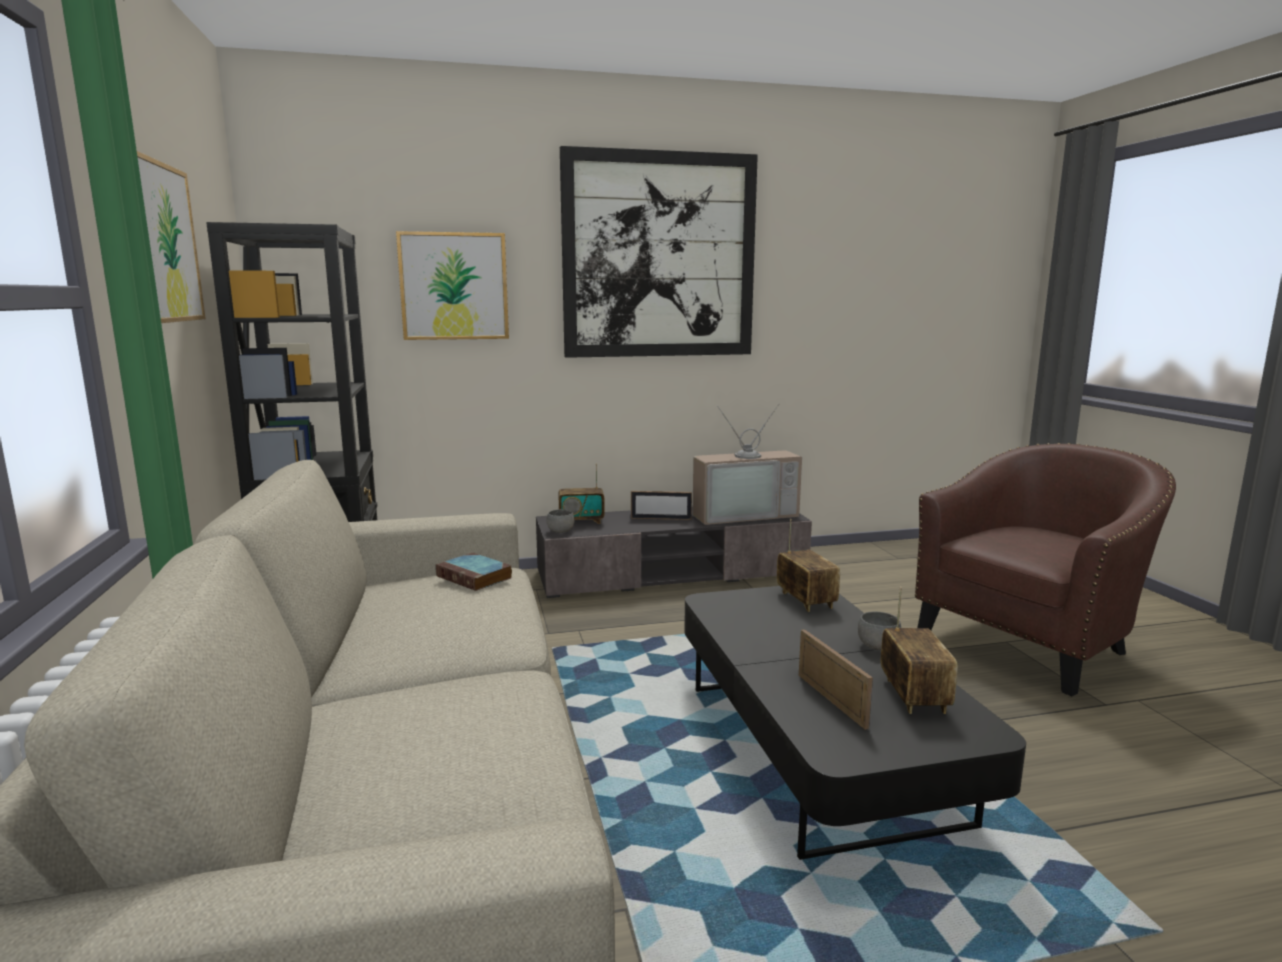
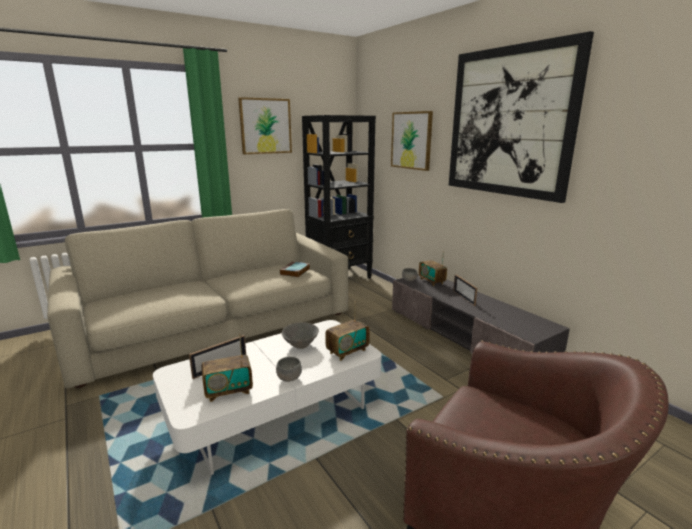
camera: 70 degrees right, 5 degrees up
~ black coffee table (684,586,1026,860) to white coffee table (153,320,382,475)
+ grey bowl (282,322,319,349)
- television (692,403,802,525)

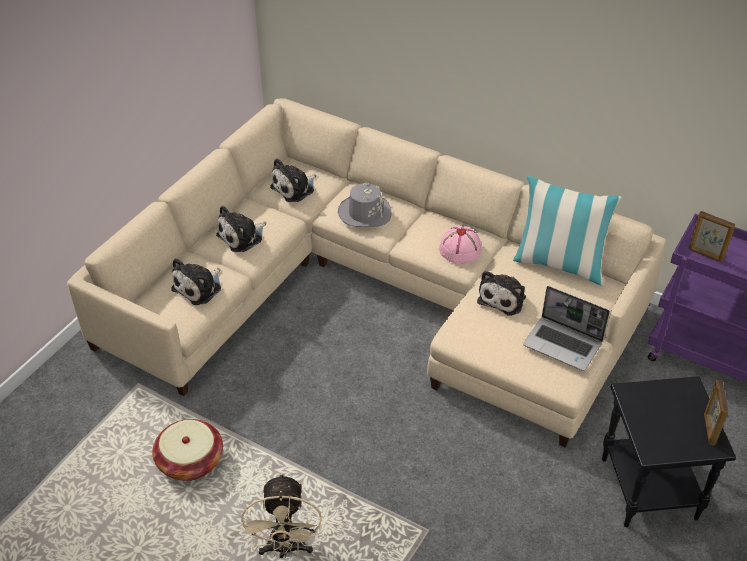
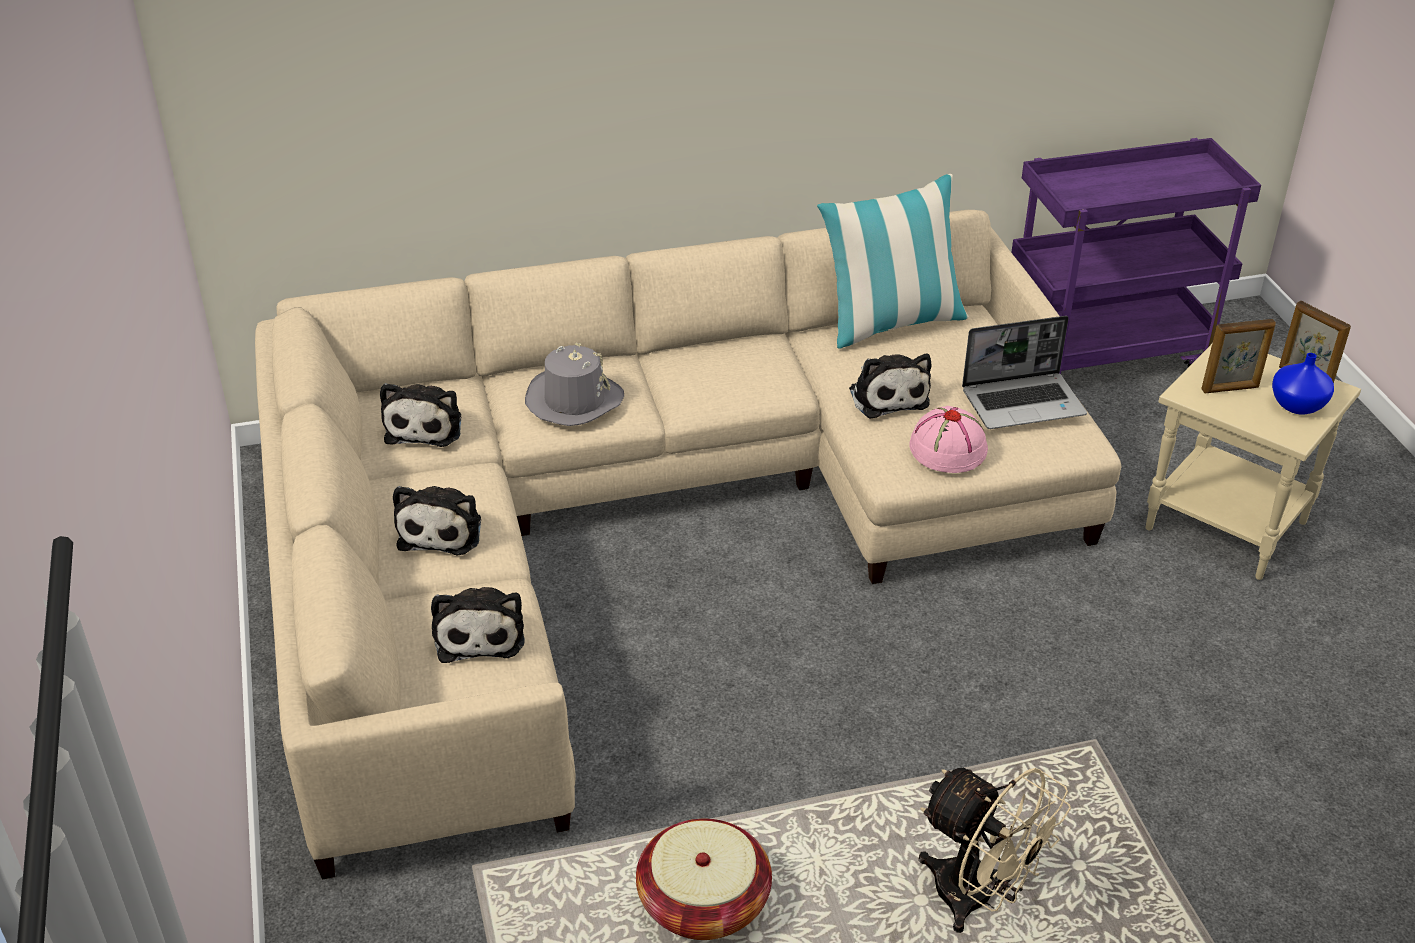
camera: 45 degrees left, 5 degrees down
~ pink hat (439,225,482,264) to (909,406,988,473)
~ black side table (602,376,736,527) to beige side table (1146,344,1361,580)
~ picture frame (689,211,736,262) to (1201,319,1276,393)
+ blue vase (1272,353,1334,415)

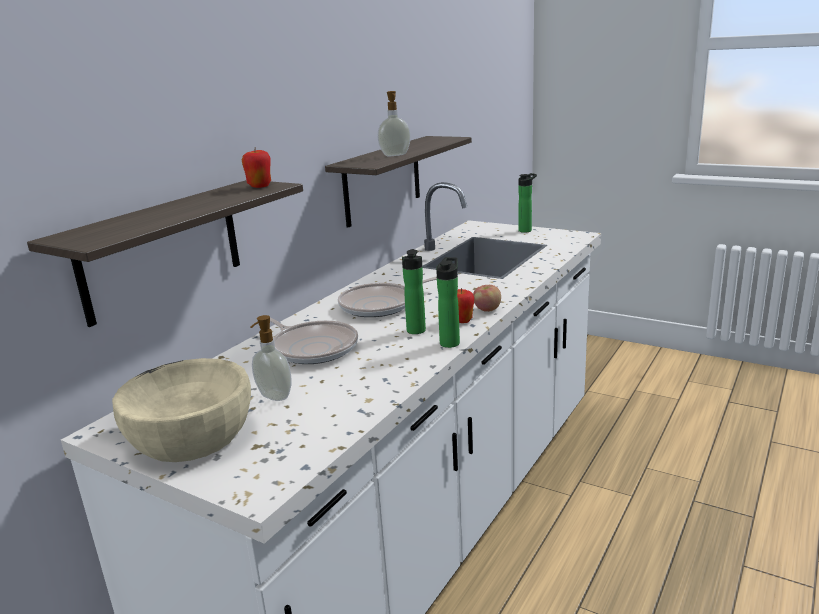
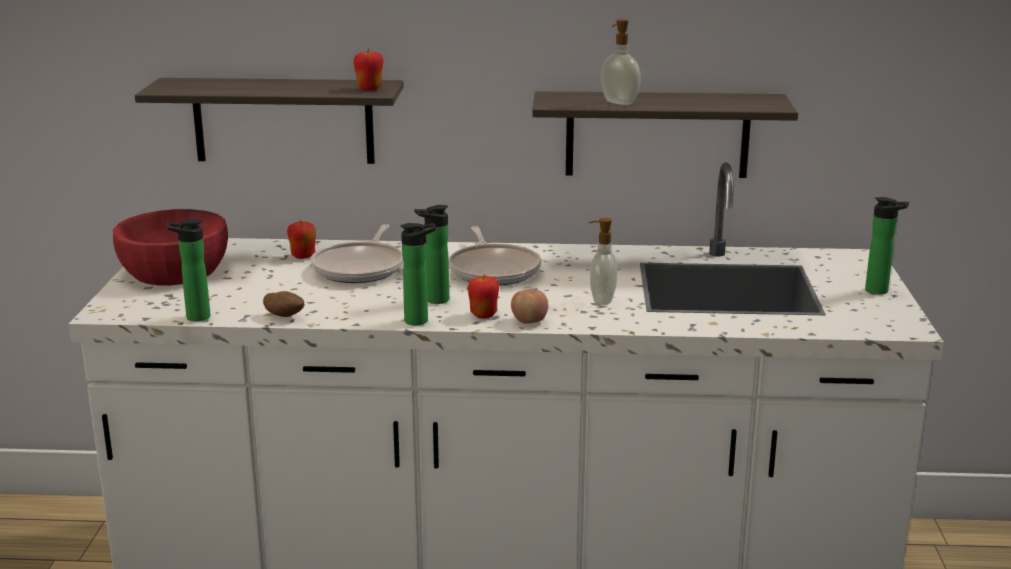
camera: 60 degrees right, 0 degrees up
~ beige bowl (112,358,251,462) to red bowl (113,209,228,286)
+ bottle (167,219,210,321)
+ potato (263,291,305,317)
+ apple (287,220,316,259)
~ frying pan (338,276,437,317) = (449,226,541,285) 135 degrees counterclockwise
~ soap dispenser (250,315,292,401) to (589,218,618,305)

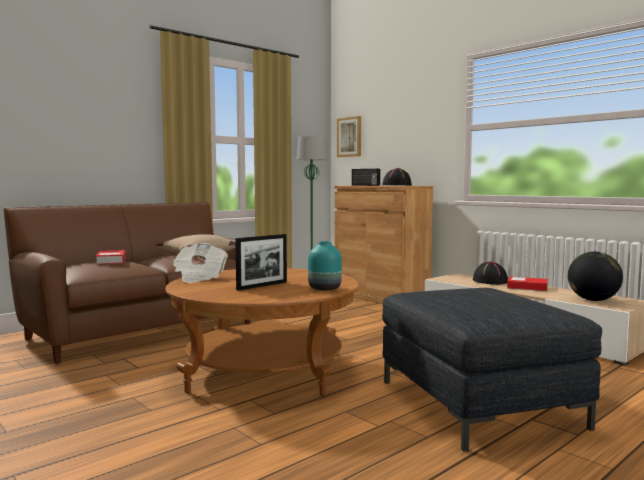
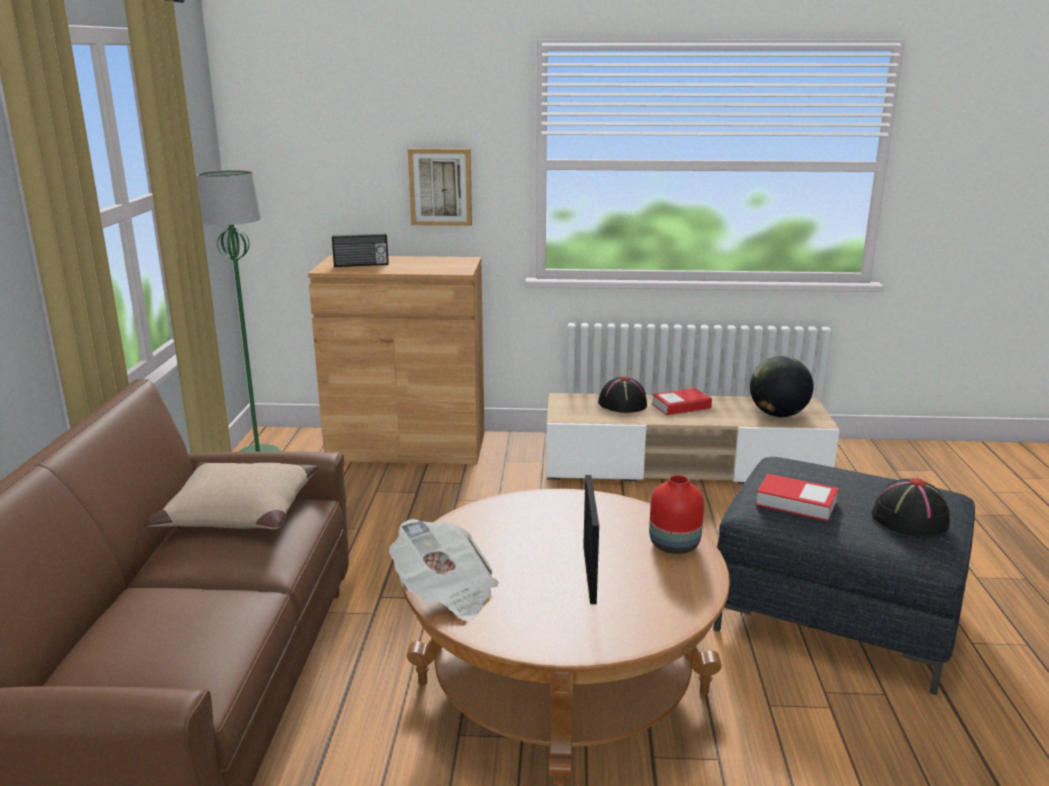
camera: 45 degrees left, 15 degrees up
~ picture (337,116,361,157) to (408,149,472,226)
~ turquoise vase (308,241,342,290) to red vase (649,475,704,554)
~ book (96,250,126,265) to (756,474,839,521)
~ black hat (382,168,412,186) to (871,478,950,536)

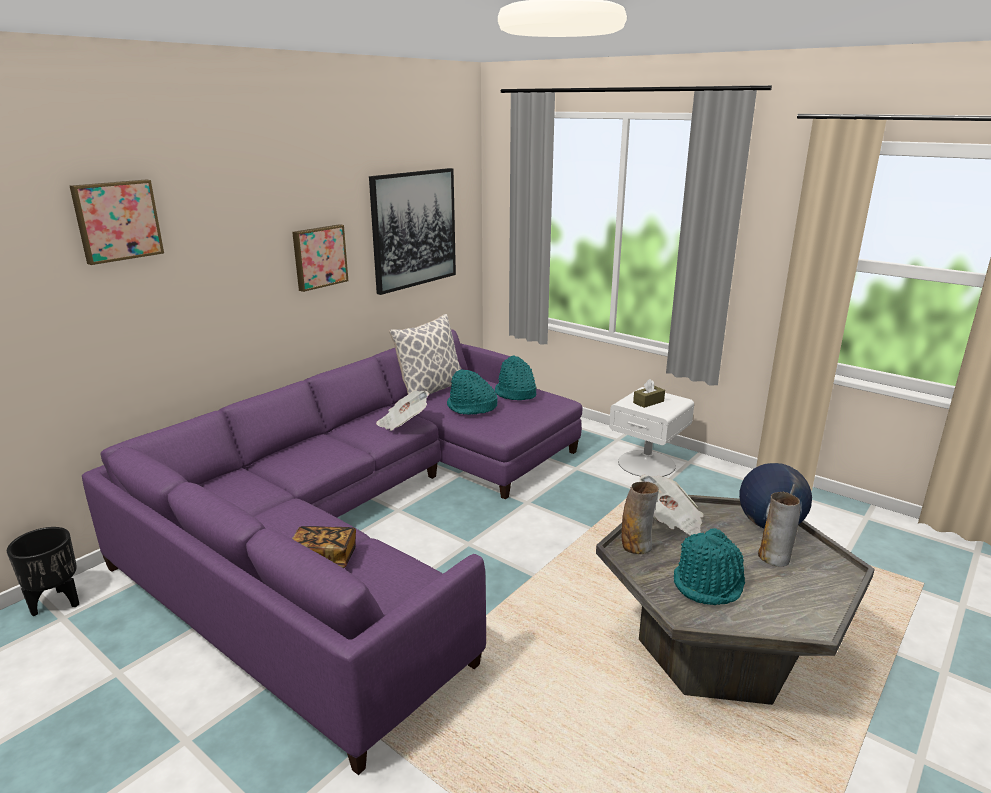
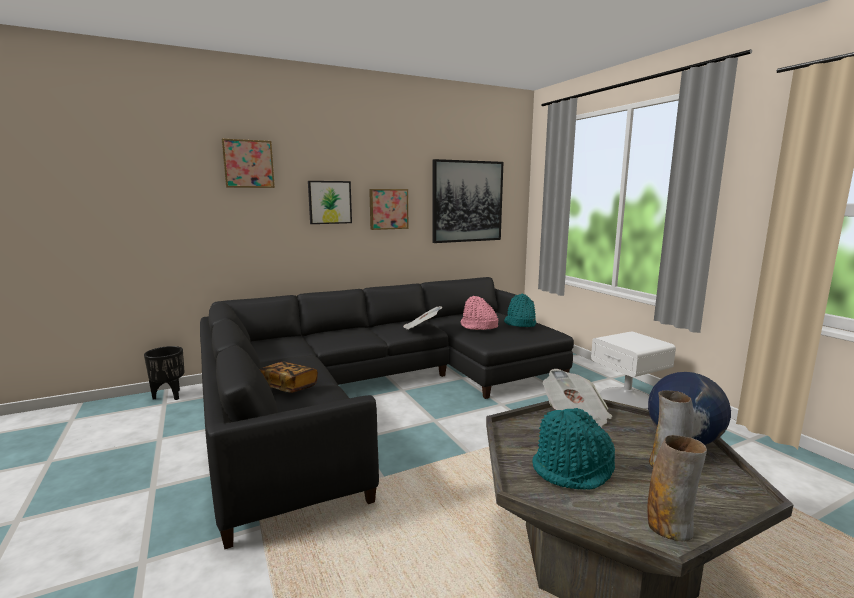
camera: 25 degrees right, 10 degrees down
~ purple sofa (82,330,582,775) to black sofa (200,277,574,549)
+ picture (308,181,352,224)
~ turquoise hat (447,369,498,415) to pink hat (460,296,498,330)
~ vase (622,482,659,554) to (647,435,707,542)
- pillow (389,314,461,395)
- brown tissue box (633,379,665,408)

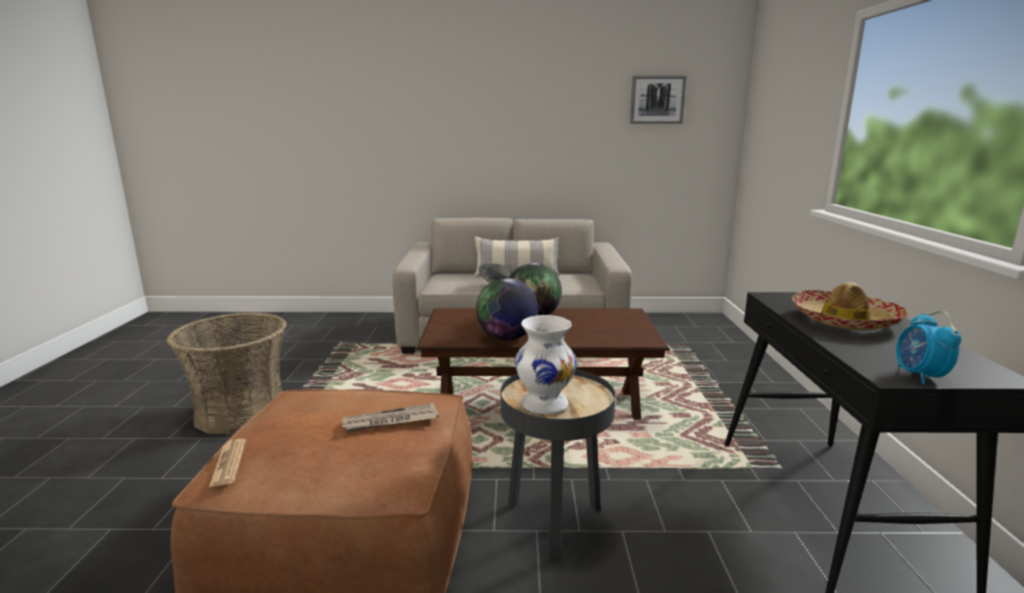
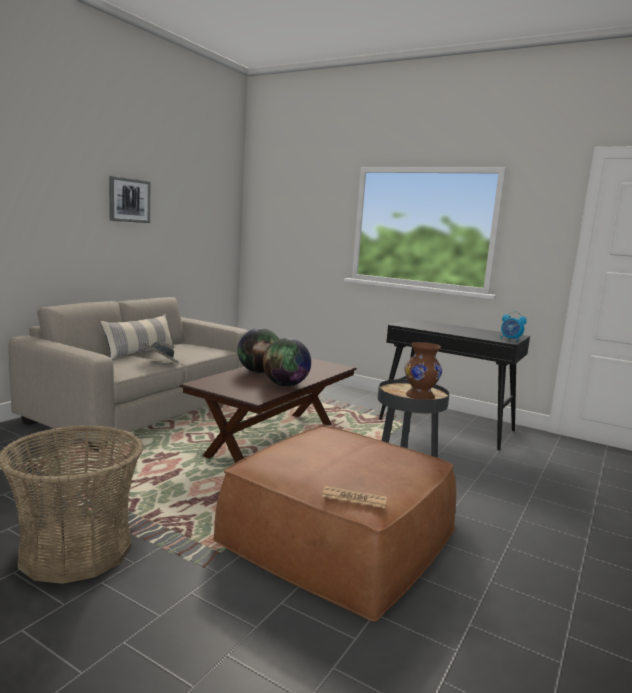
camera: 60 degrees left, 5 degrees down
~ picture (630,75,687,124) to (109,176,150,223)
~ white vase (515,315,577,414) to brown vase (404,342,442,400)
- newspaper (342,403,439,432)
- hat (792,282,909,331)

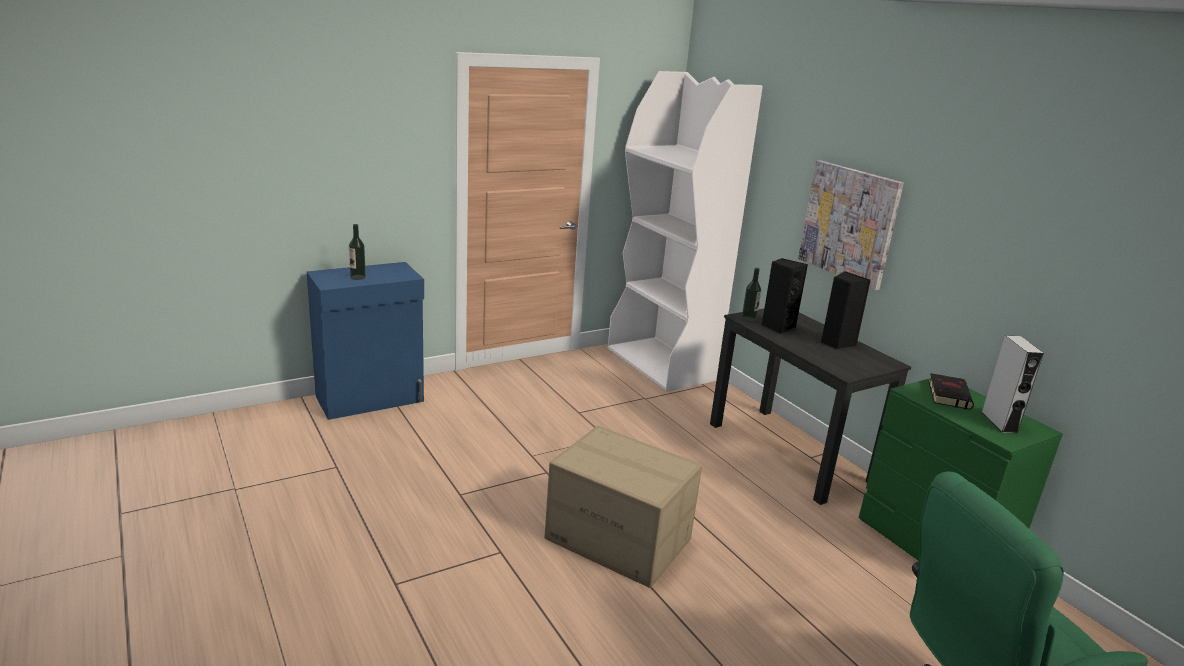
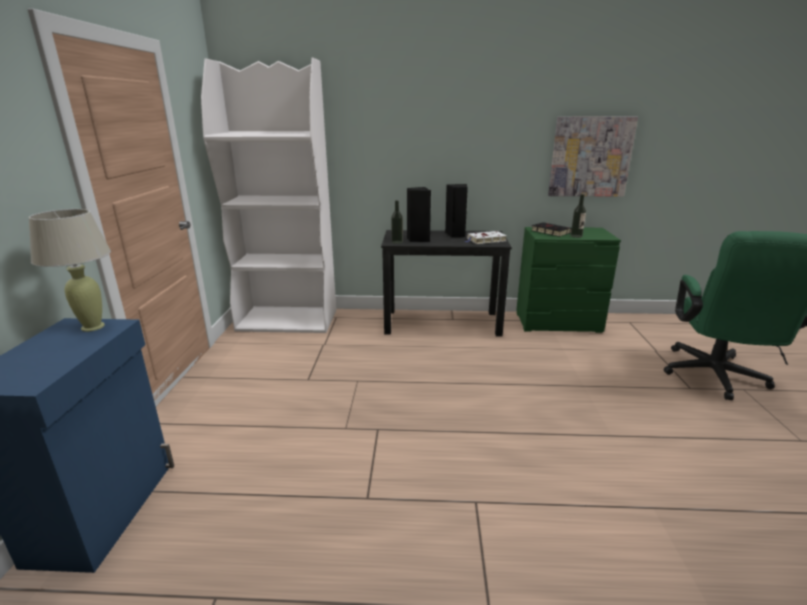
camera: 55 degrees left, 0 degrees up
+ beige table lamp (29,209,111,332)
+ white book (465,231,507,244)
~ picture (798,160,904,290) to (548,116,638,197)
~ bottle (349,224,366,280) to (571,194,586,238)
- cardboard box (544,426,702,588)
- grey speaker (981,335,1044,434)

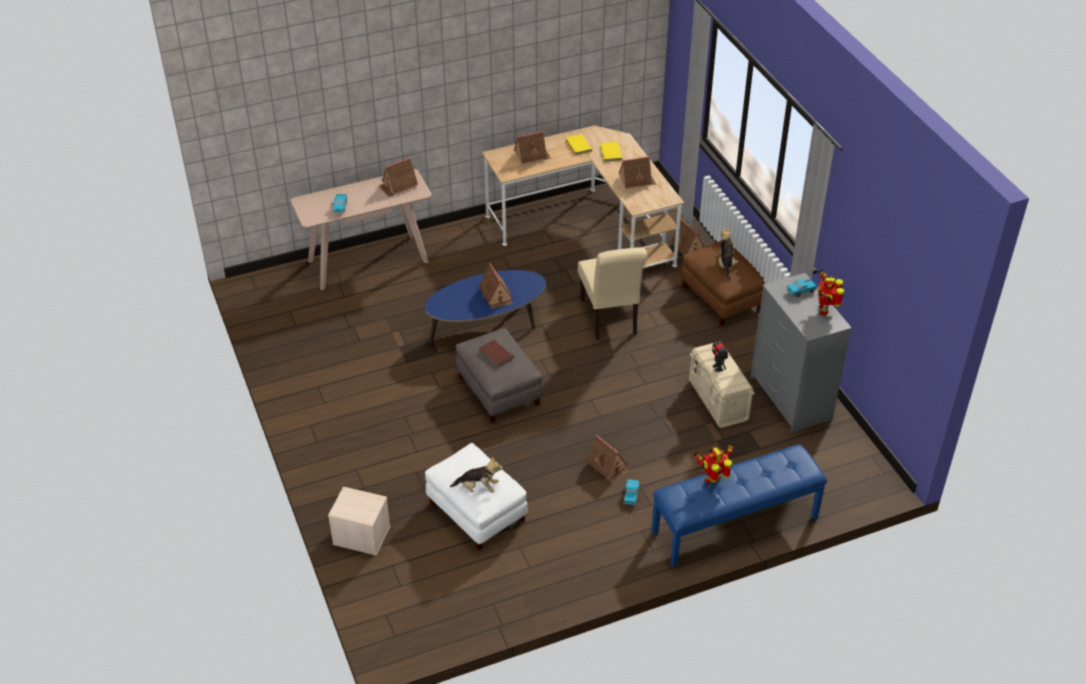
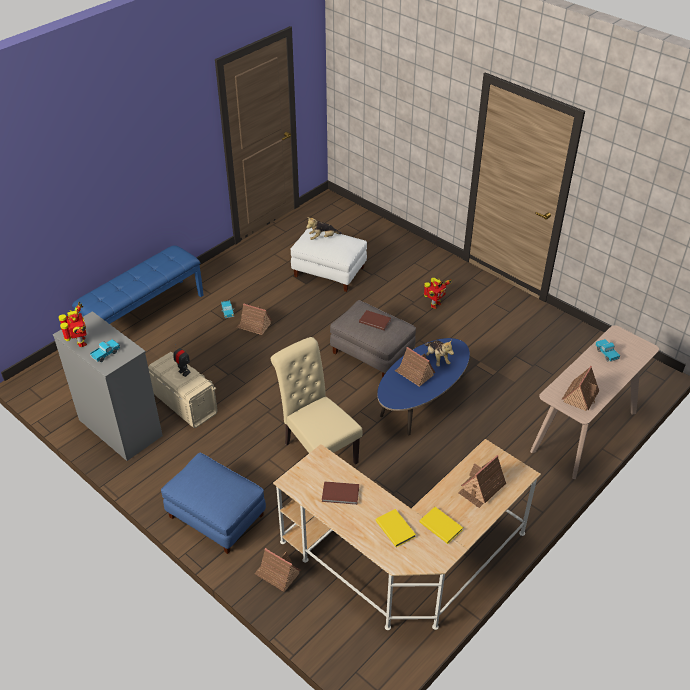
camera: 155 degrees right, 0 degrees up
~ brown ottoman (681,240,765,326) to blue ottoman (161,452,266,554)
~ toy house (619,156,656,189) to brown book (322,481,359,505)
~ toy robot (694,442,734,484) to (424,278,452,309)
~ plush toy (719,227,738,280) to (424,340,454,367)
- beige storage box (328,487,391,555)

